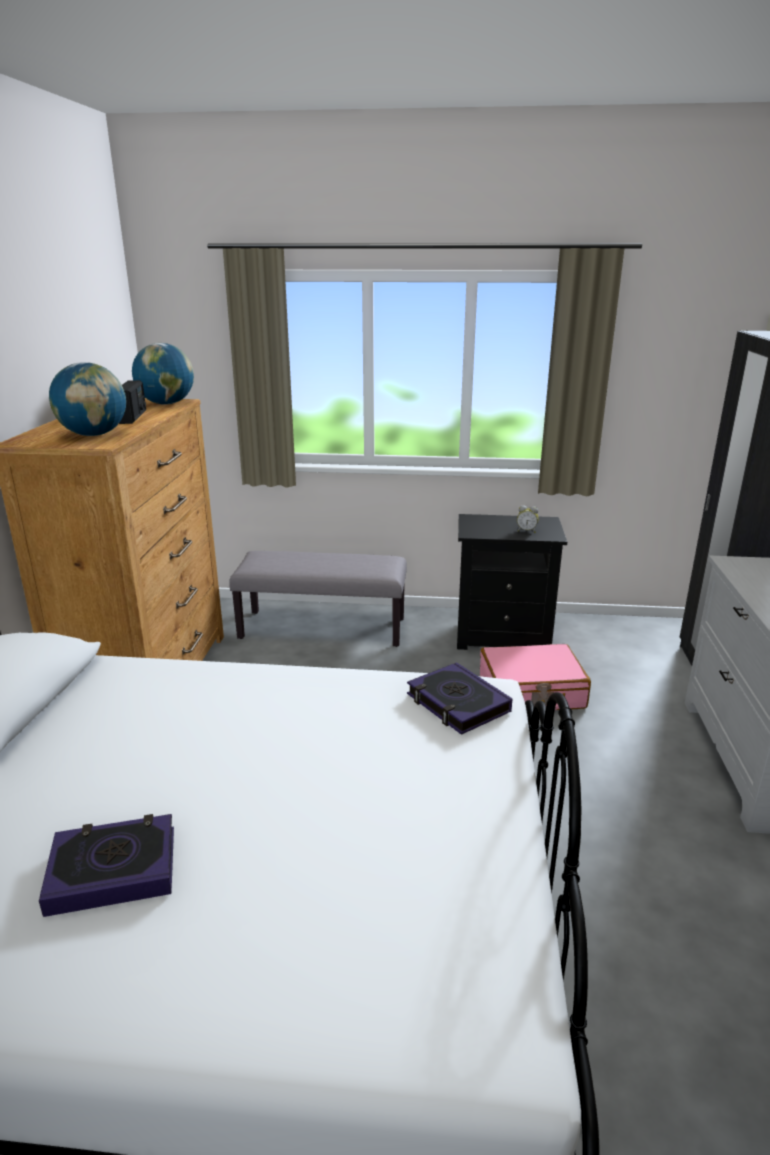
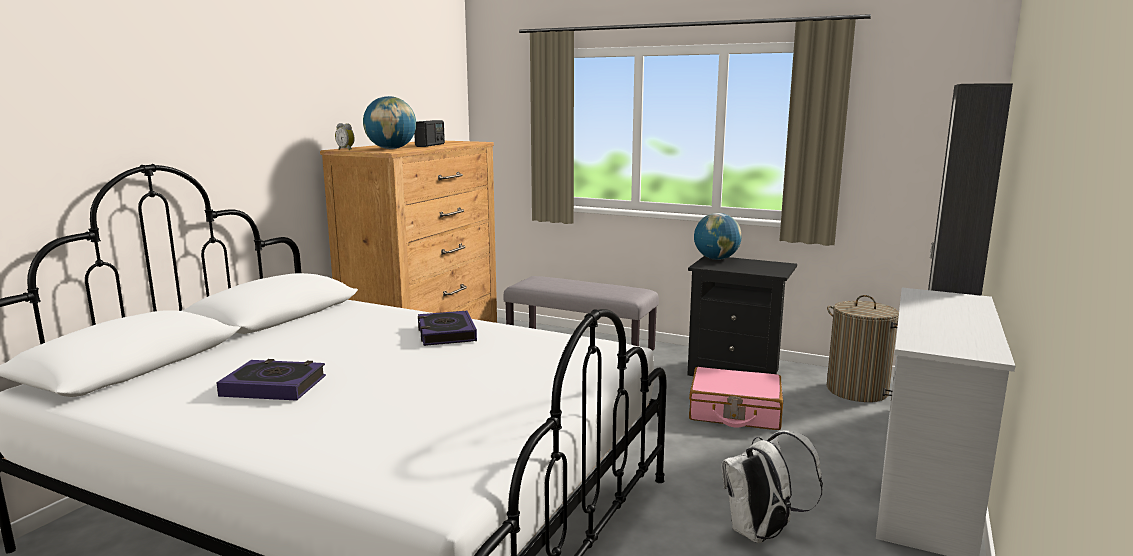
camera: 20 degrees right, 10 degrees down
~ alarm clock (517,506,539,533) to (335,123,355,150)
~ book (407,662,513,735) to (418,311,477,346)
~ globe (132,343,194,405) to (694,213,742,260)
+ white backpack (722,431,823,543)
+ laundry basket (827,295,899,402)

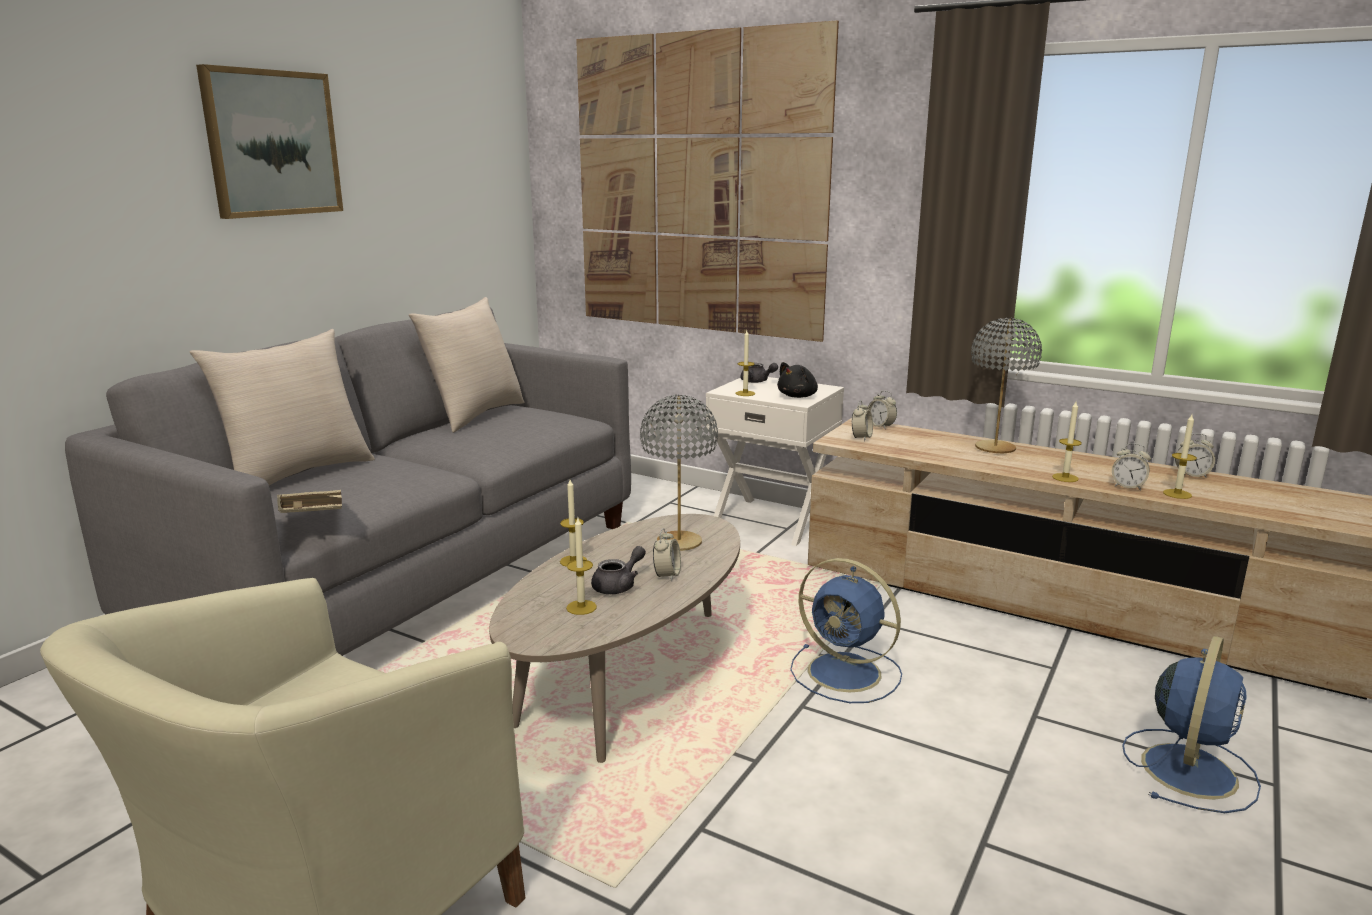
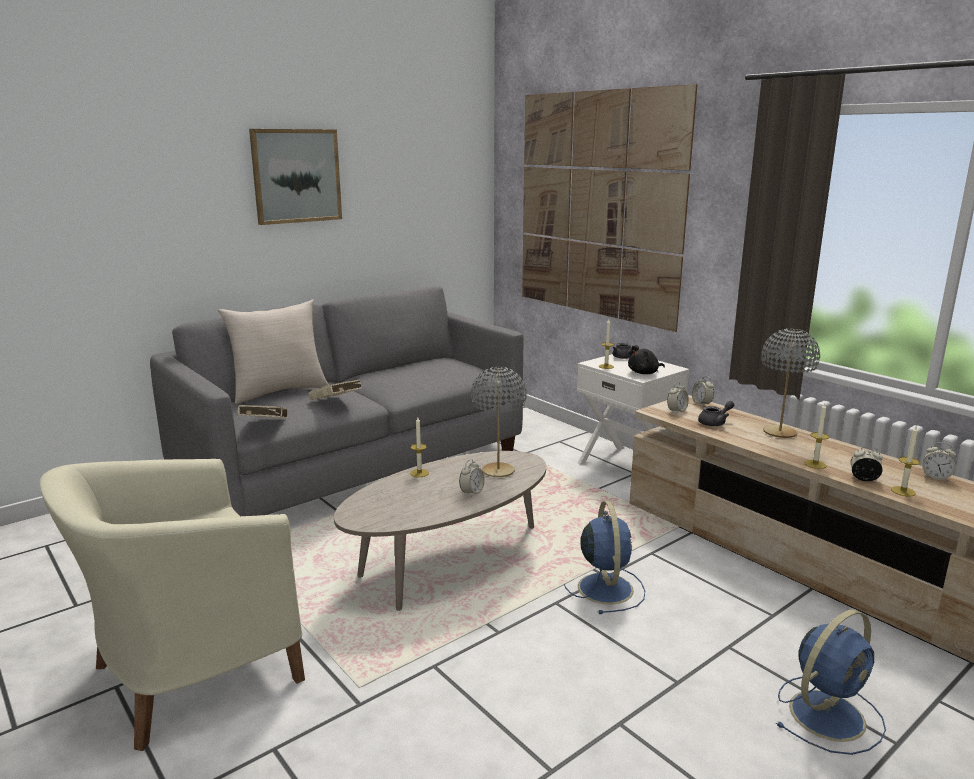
camera: 20 degrees right, 0 degrees up
+ beige book (309,379,362,400)
~ blue fan (790,558,902,703) = (564,501,645,614) 150 degrees counterclockwise
~ grey teapot (591,546,646,594) to (698,401,734,426)
~ alarm clock (1112,443,1151,490) = (850,446,883,481) 150 degrees clockwise
- beige pillow (409,297,524,433)
- candle (566,518,597,615)

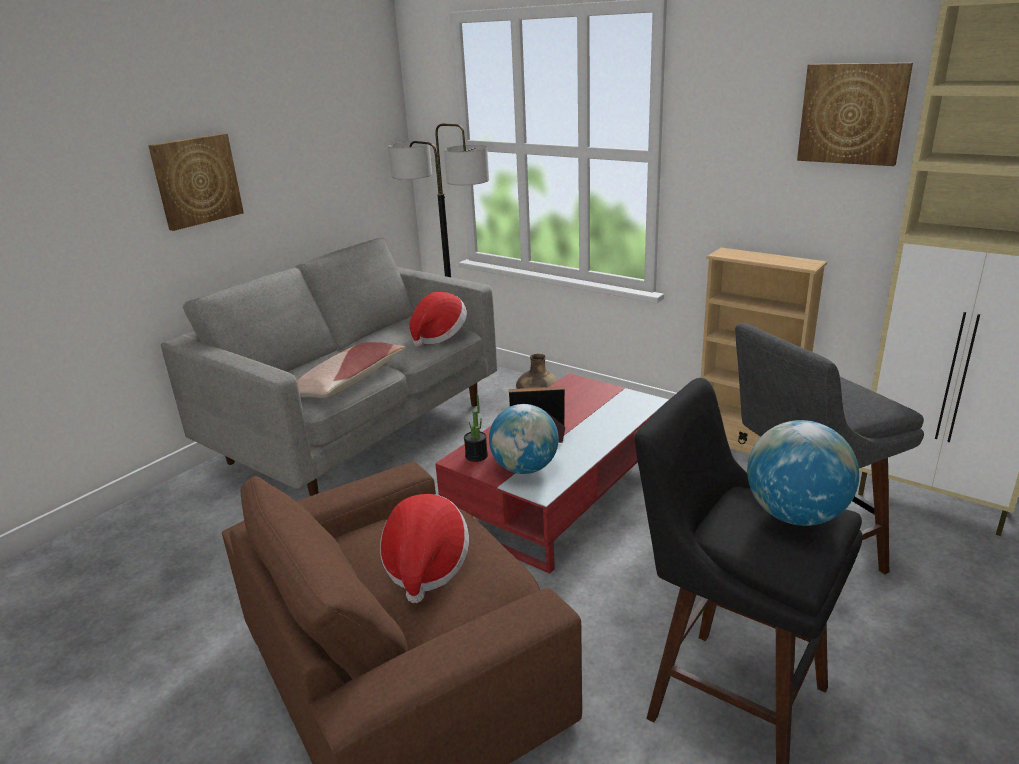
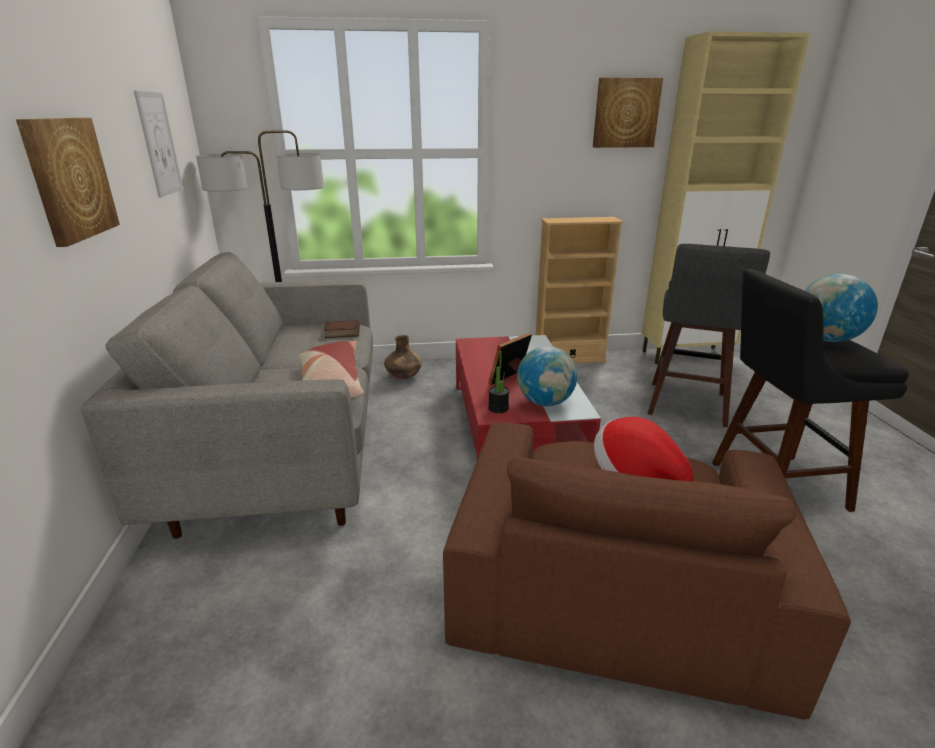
camera: 45 degrees left, 0 degrees up
+ picture (134,91,183,198)
~ hat (410,292,467,347) to book (324,320,360,338)

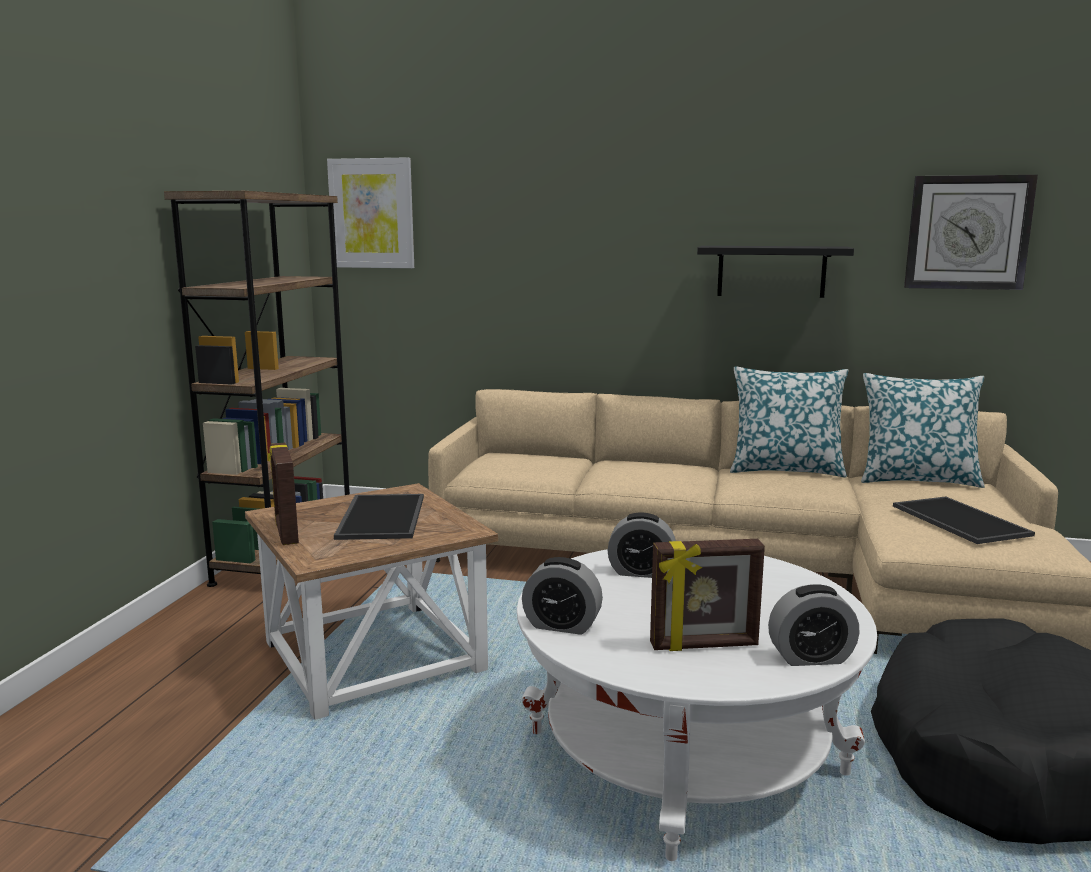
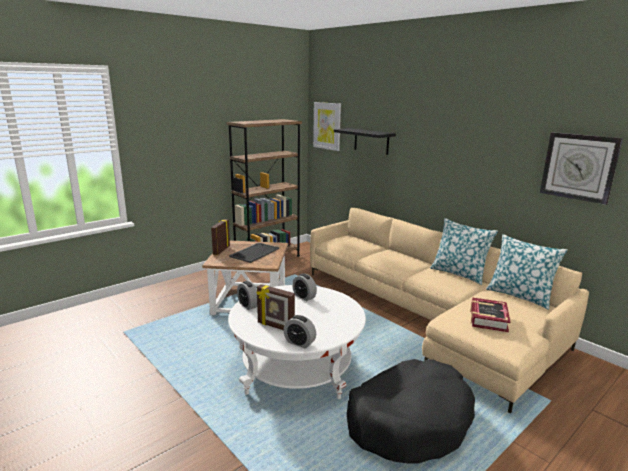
camera: 35 degrees right, 5 degrees up
~ black shelf (697,246,854,298) to (334,128,396,155)
~ tray (893,497,1035,544) to book (470,298,510,332)

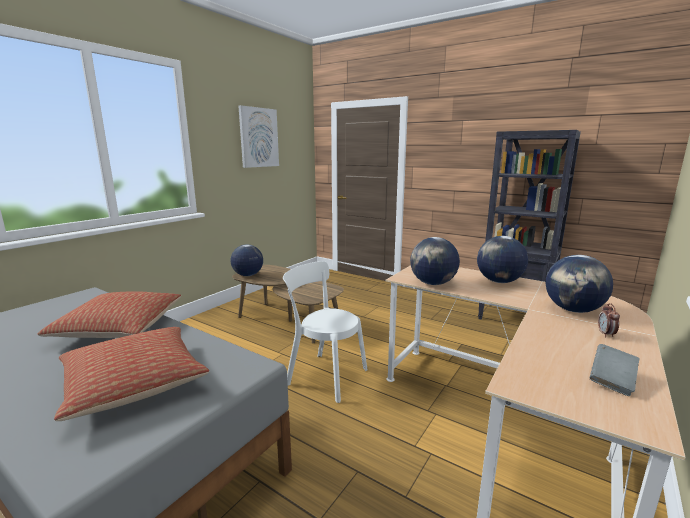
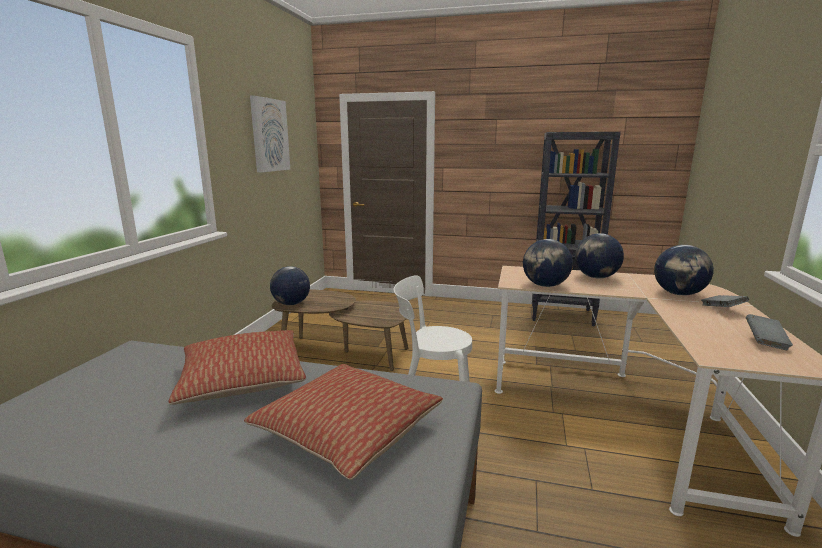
camera: 20 degrees left, 0 degrees up
~ alarm clock (598,303,620,337) to grey book (701,295,749,307)

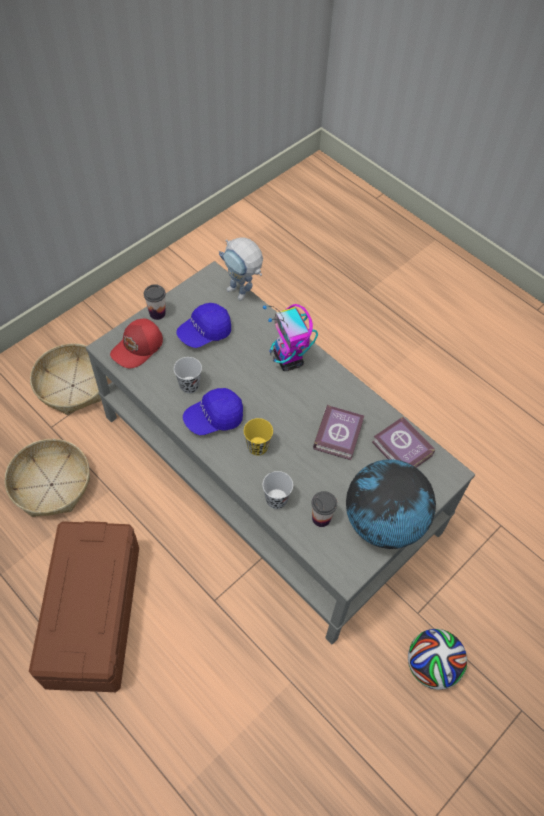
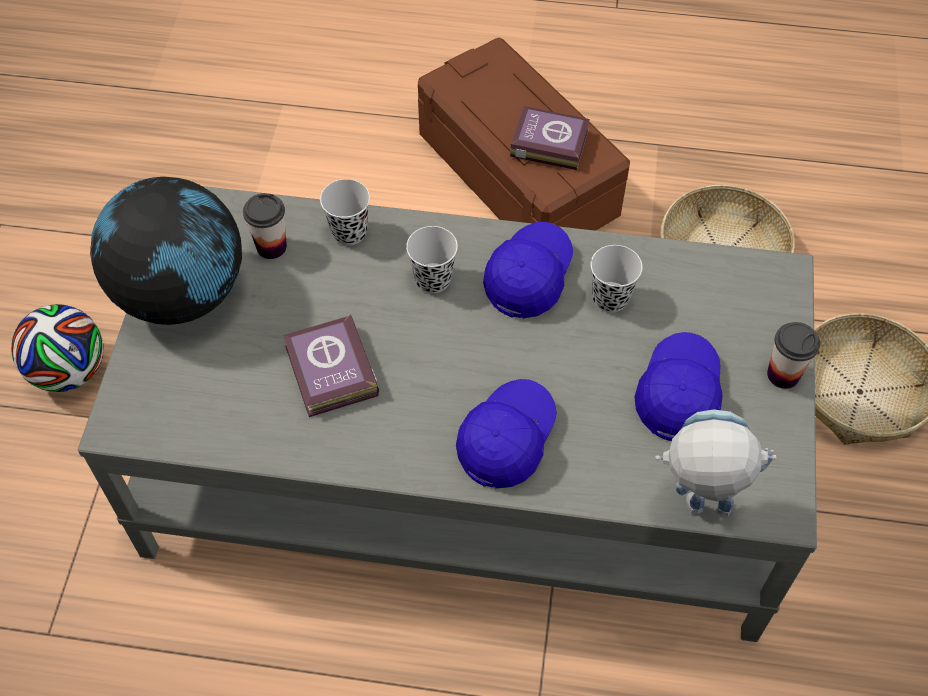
camera: 145 degrees right, 0 degrees up
~ yellow cup (244,418,273,456) to black cup (406,226,458,293)
~ toy robot (263,304,318,371) to blue cap (456,379,557,489)
~ book (372,417,435,468) to (510,106,590,170)
- red cap (110,319,163,368)

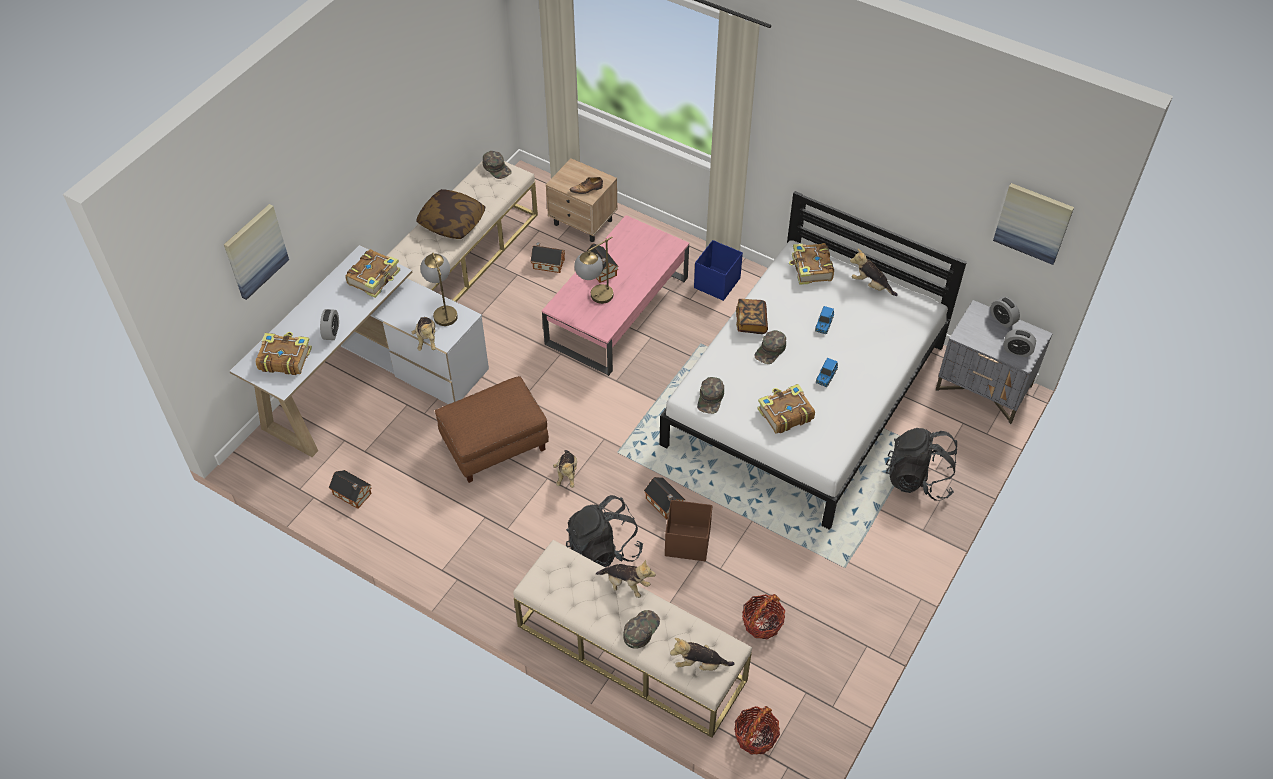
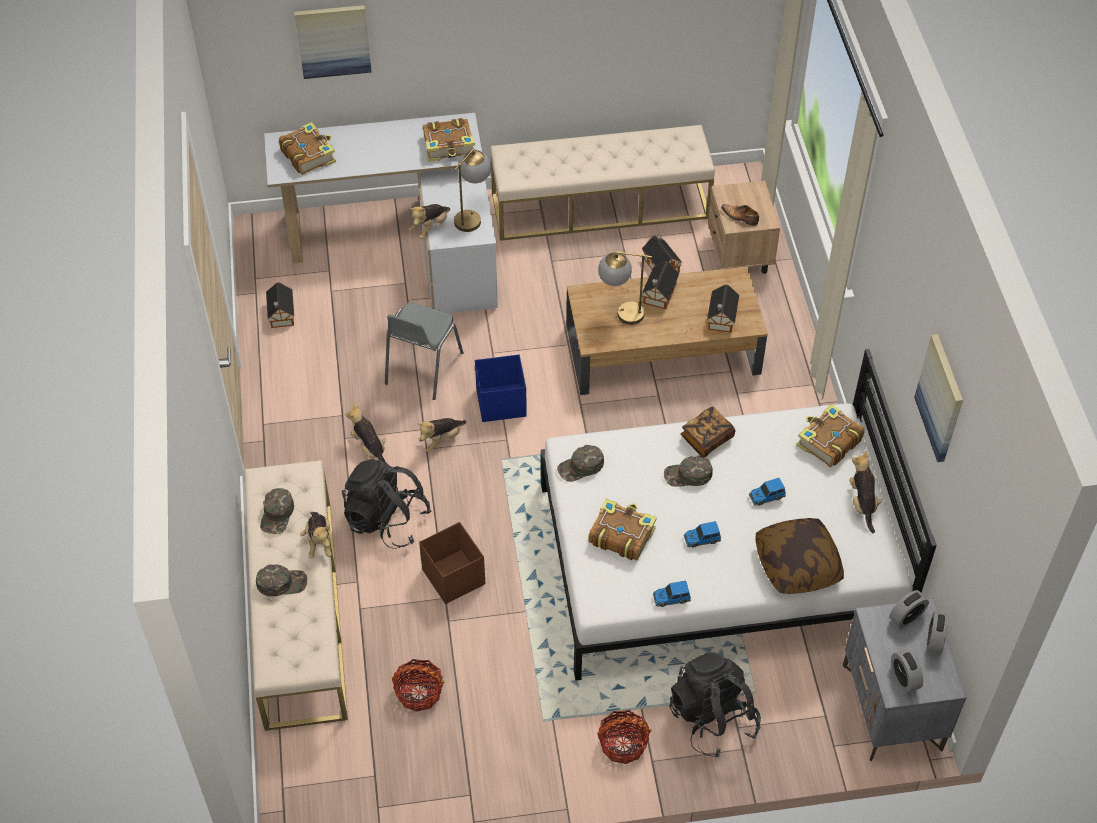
camera: 50 degrees right, 0 degrees up
~ green cap (483,151,512,179) to (260,488,294,534)
~ plush toy (670,638,734,671) to (345,403,391,467)
~ brown ottoman (435,376,549,483) to grey chair (385,303,464,400)
~ blue storage box (694,240,743,301) to (475,354,527,422)
~ pink coffee table (542,215,689,376) to brown coffee table (567,266,768,395)
~ basket (734,706,780,755) to (597,710,651,764)
+ toy car (653,581,691,607)
~ toy house (644,477,685,519) to (707,284,739,333)
~ pillow (416,189,485,239) to (755,518,844,594)
~ alarm clock (320,309,339,340) to (889,590,929,628)
~ picture (993,183,1074,265) to (914,334,963,462)

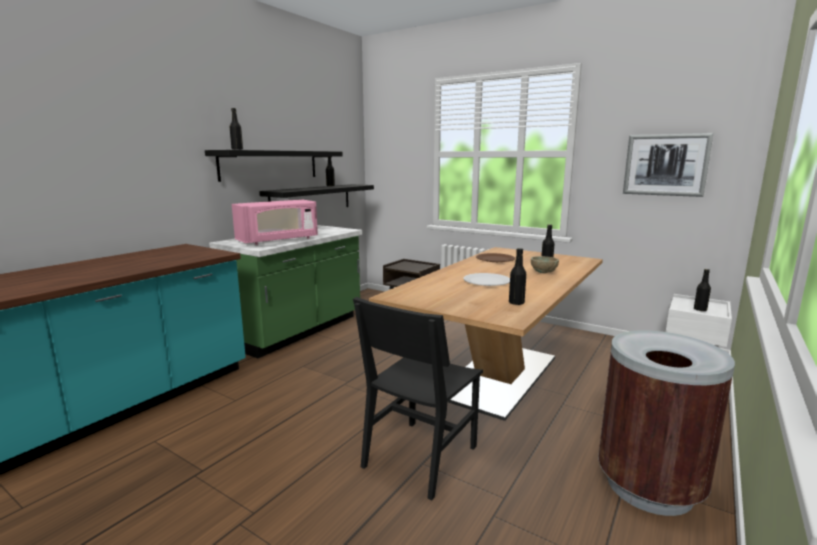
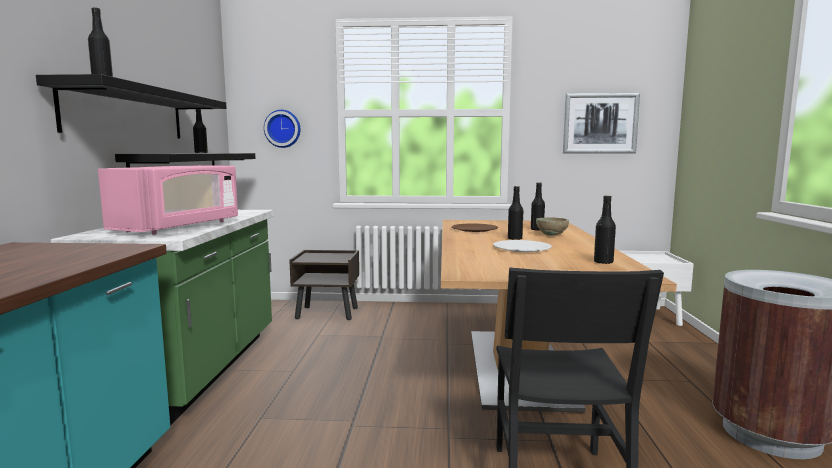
camera: 30 degrees left, 5 degrees down
+ wall clock (264,110,301,148)
~ black bottle (694,269,711,311) to (508,186,523,240)

